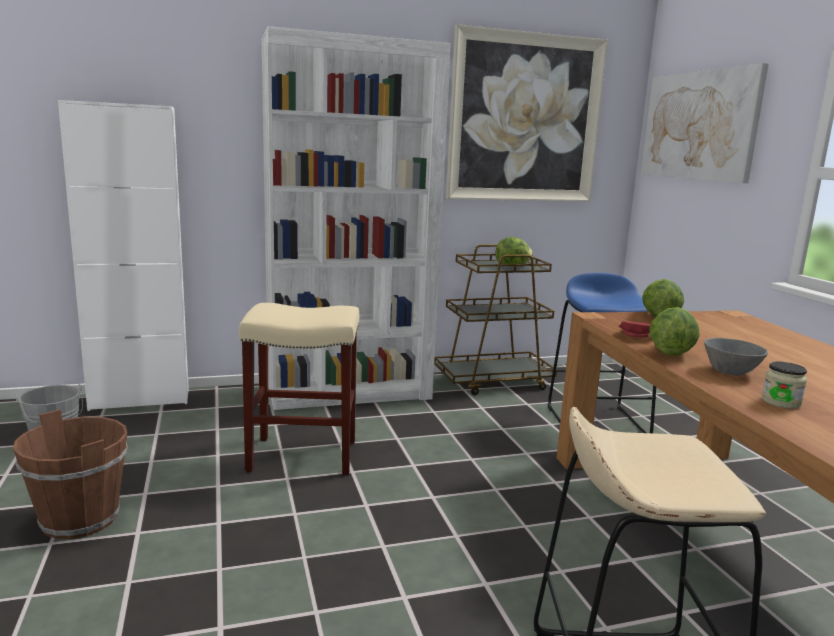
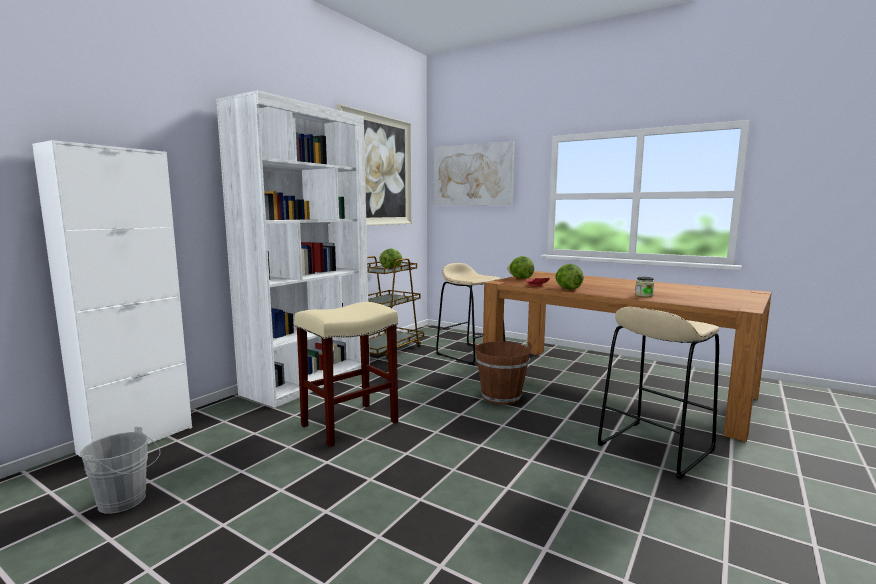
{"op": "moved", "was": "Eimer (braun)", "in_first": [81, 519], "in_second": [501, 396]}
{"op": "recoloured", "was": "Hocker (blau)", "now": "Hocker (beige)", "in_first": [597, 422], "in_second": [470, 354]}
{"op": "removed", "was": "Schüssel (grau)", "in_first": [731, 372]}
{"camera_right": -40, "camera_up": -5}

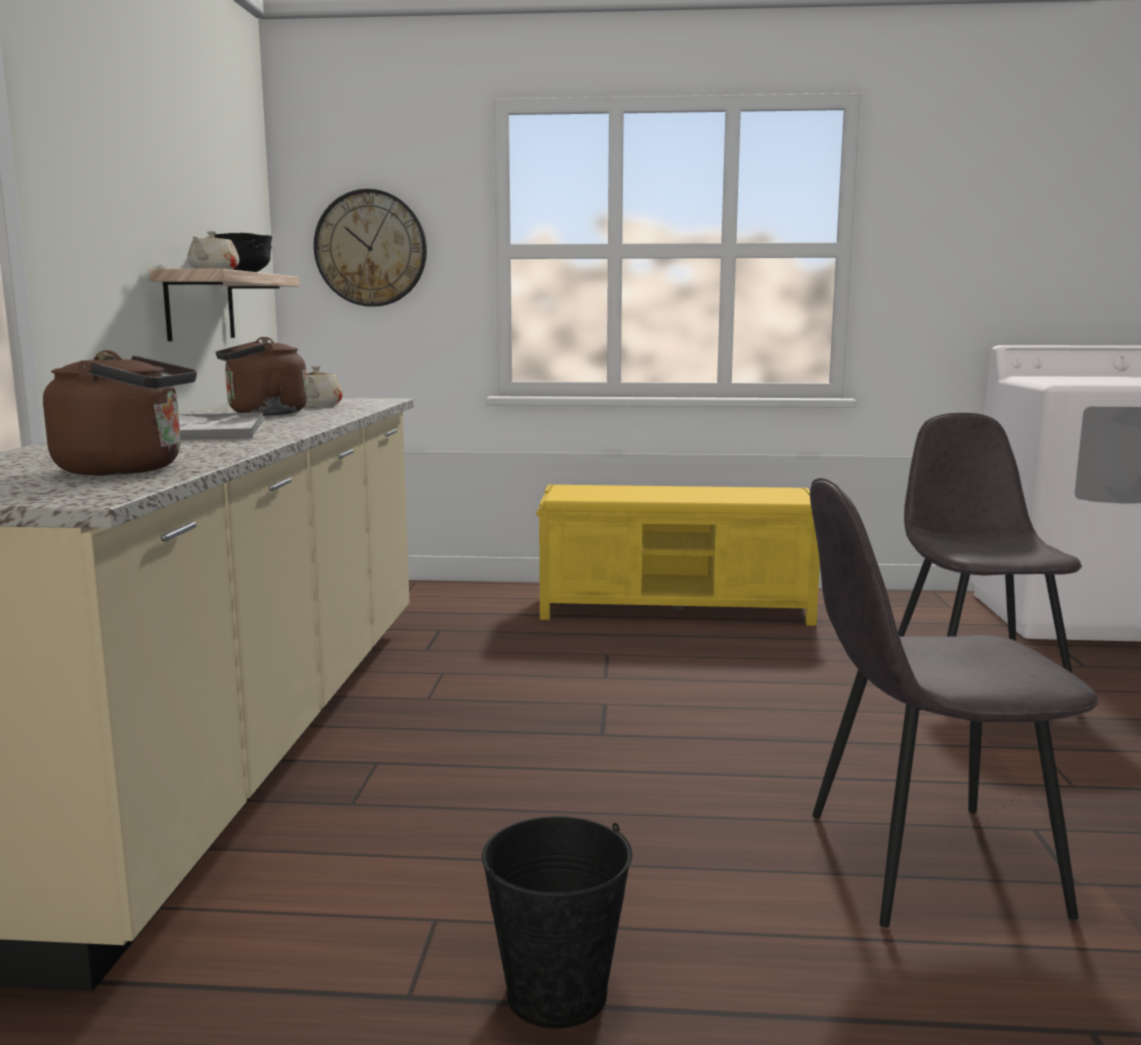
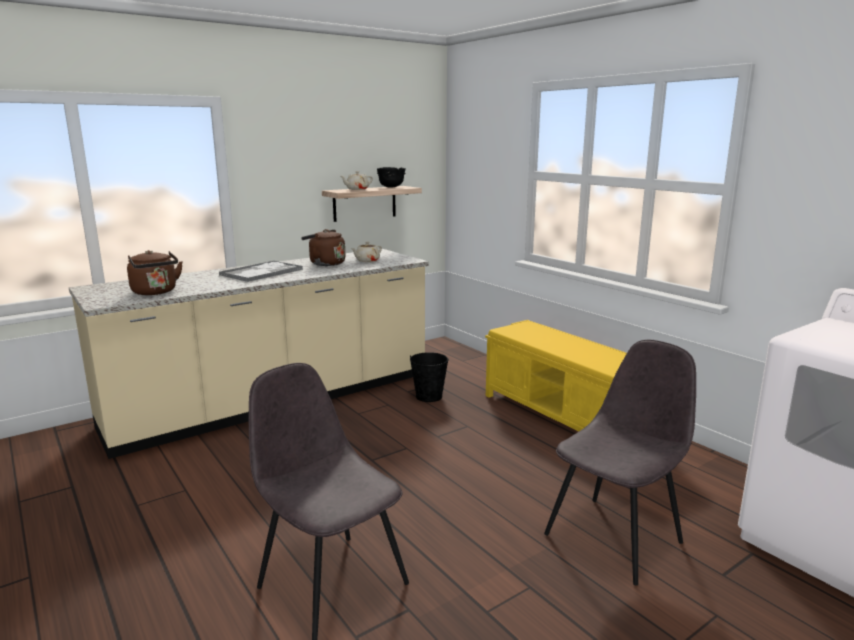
{"op": "removed", "was": "Wanduhr", "in_first": [371, 248]}
{"op": "moved", "was": "Eimer (schwarz)", "in_first": [556, 993], "in_second": [429, 396]}
{"camera_right": 50, "camera_up": 5}

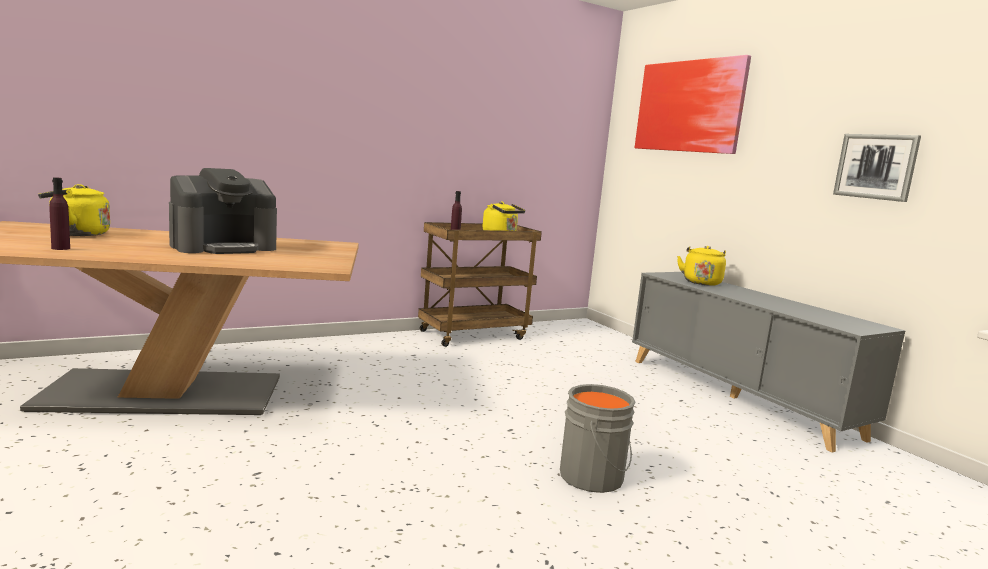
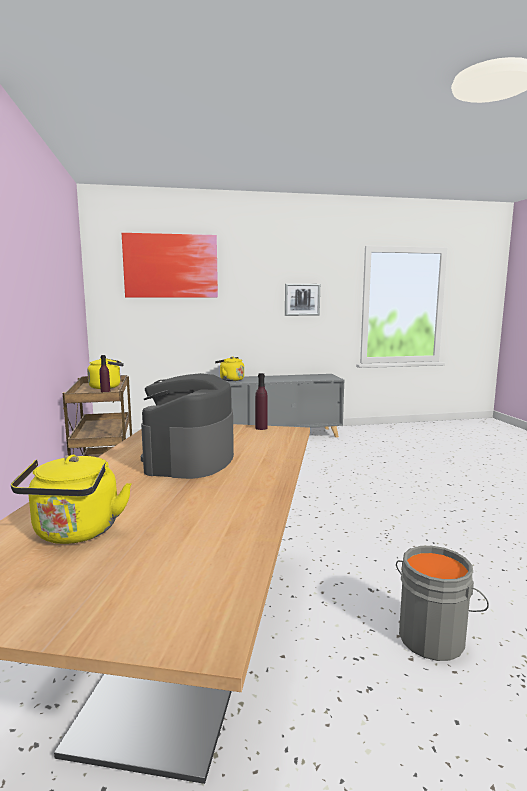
{"op": "moved", "was": "Flasche (lila)", "in_first": [60, 248], "in_second": [261, 428]}
{"op": "turned", "was": "Kaffeemaschine", "in_first": [224, 247], "in_second": [189, 459], "clockwise": -150}
{"op": "moved", "was": "Eimer (grau)", "in_first": [594, 477], "in_second": [433, 637]}
{"camera_right": -70, "camera_up": 0}

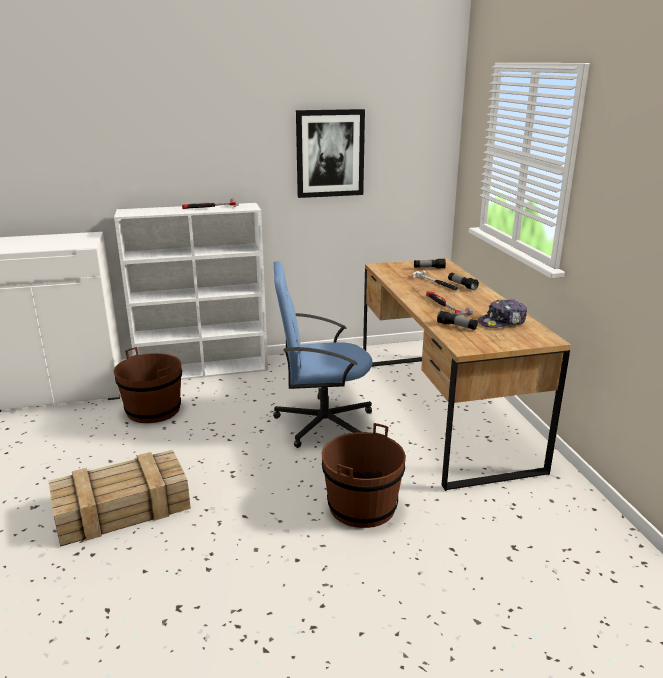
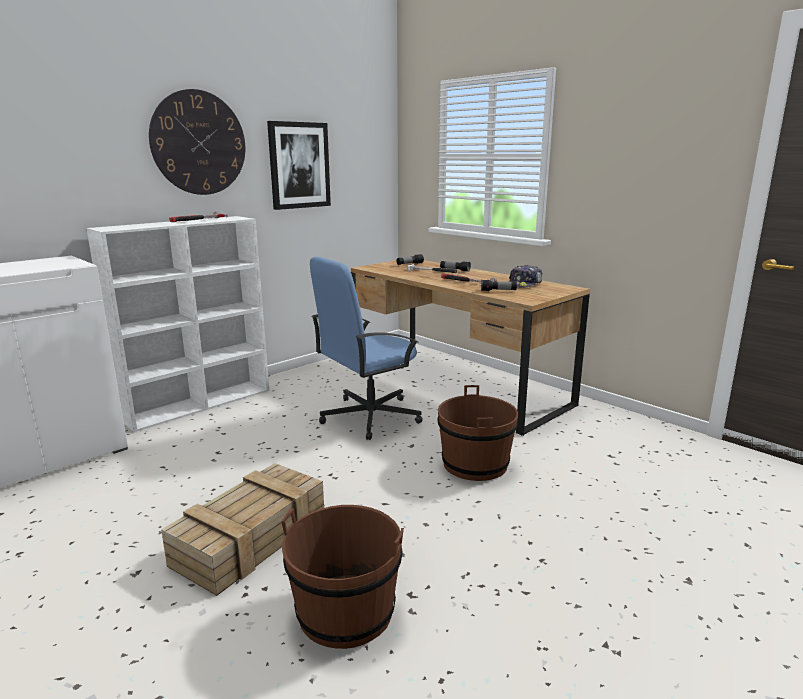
{"op": "moved", "was": "Eimer (braun)", "in_first": [153, 410], "in_second": [345, 612]}
{"op": "added", "now": "Wanduhr", "in_second": [199, 143]}
{"camera_right": -30, "camera_up": -5}

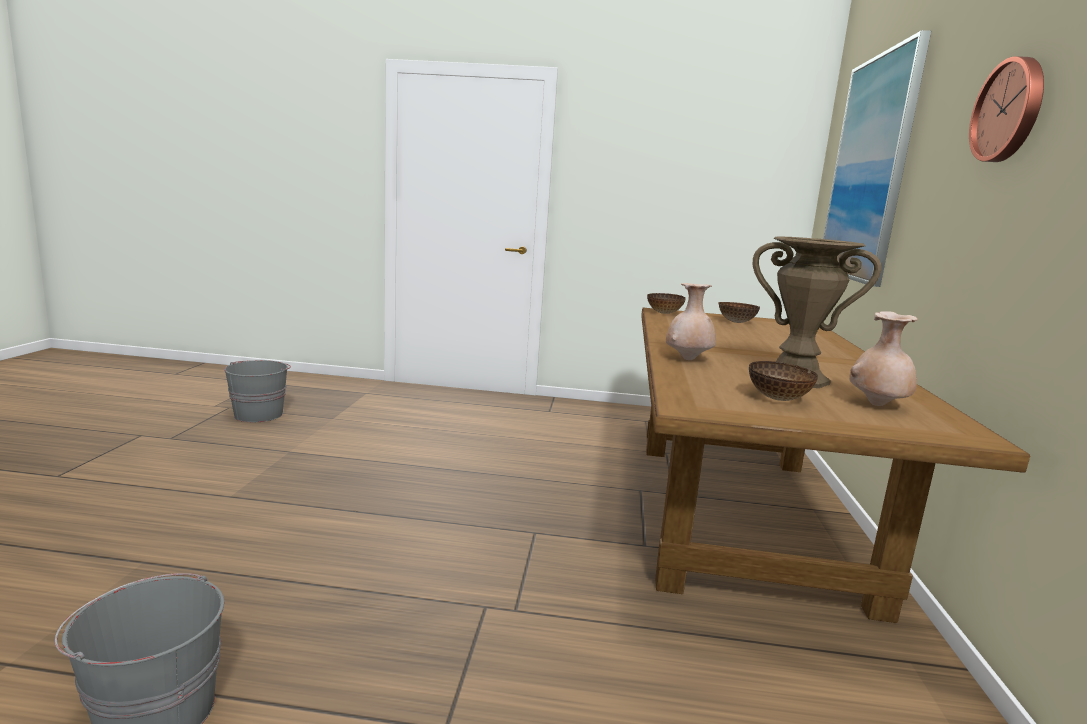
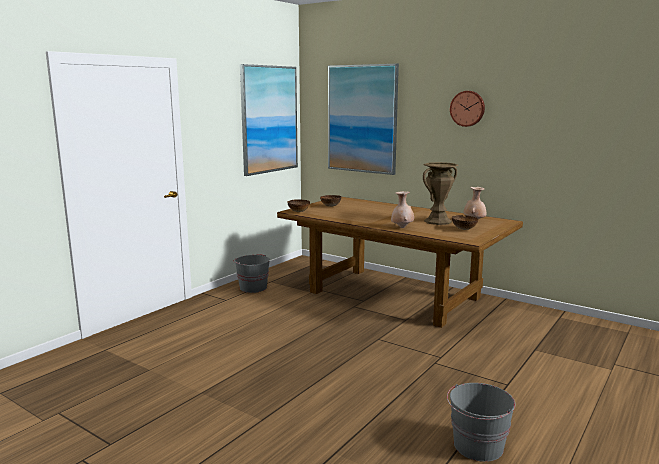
{"op": "moved", "was": "Eimer (grau)", "in_first": [259, 414], "in_second": [252, 287]}
{"op": "added", "now": "Bild", "in_second": [269, 119]}
{"camera_right": -60, "camera_up": 0}

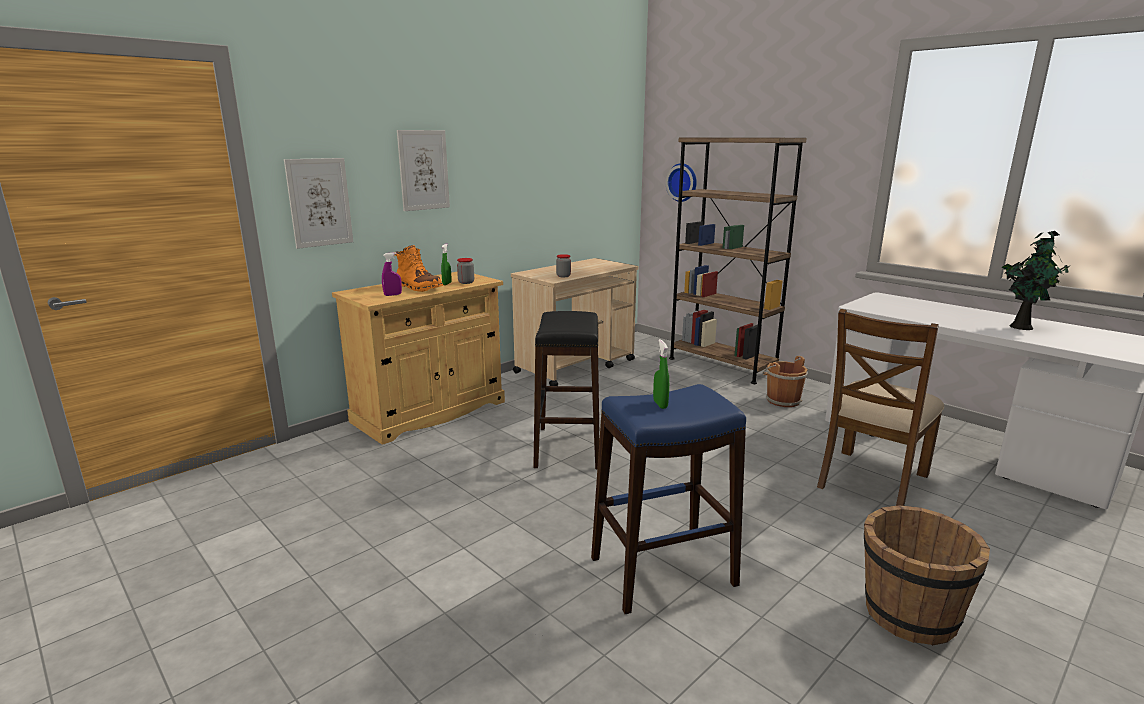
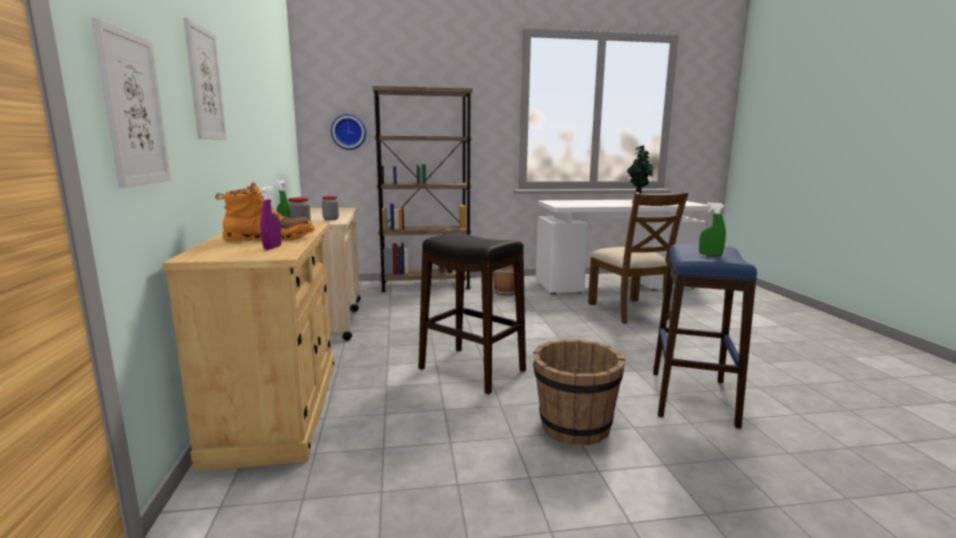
{"op": "moved", "was": "Eimer (braun)", "in_first": [908, 614], "in_second": [574, 427]}
{"camera_right": -55, "camera_up": -5}

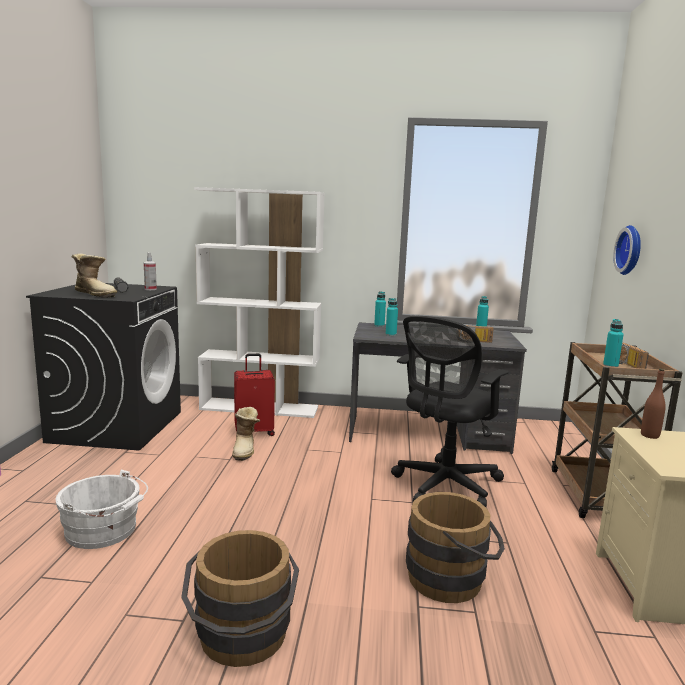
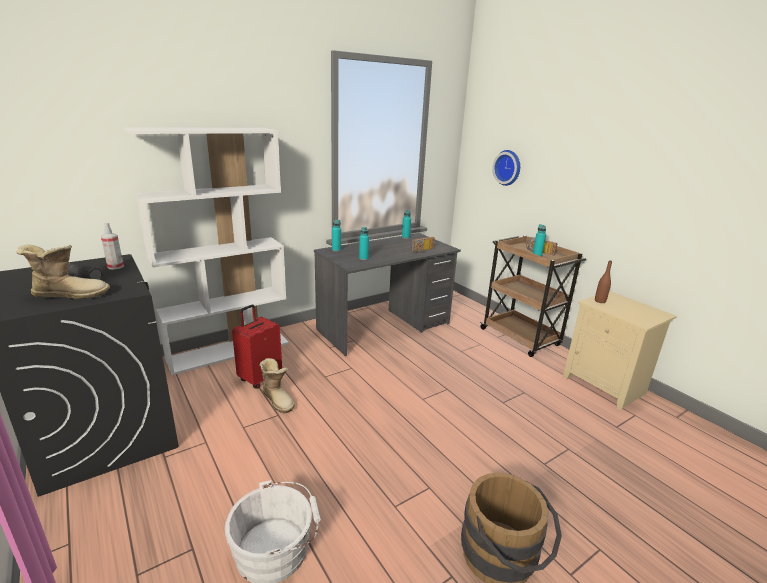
{"op": "removed", "was": "Bürostuhl (schwarz)", "in_first": [444, 486]}
{"op": "removed", "was": "Eimer (braun)", "in_first": [452, 579]}
{"camera_right": -40, "camera_up": 10}

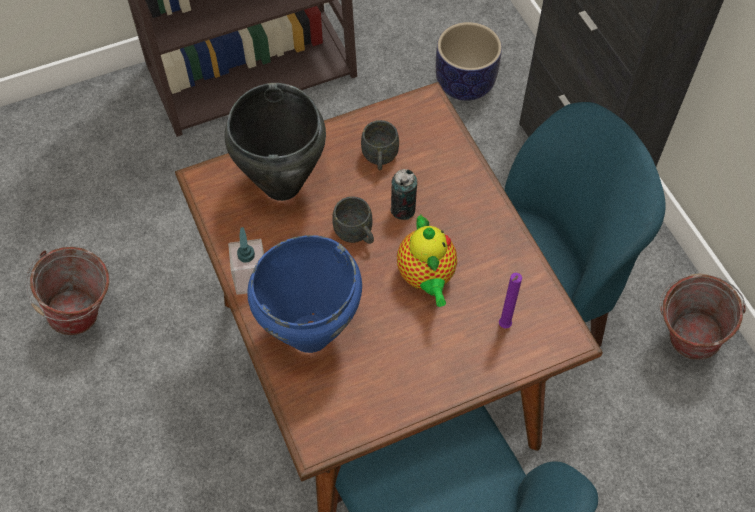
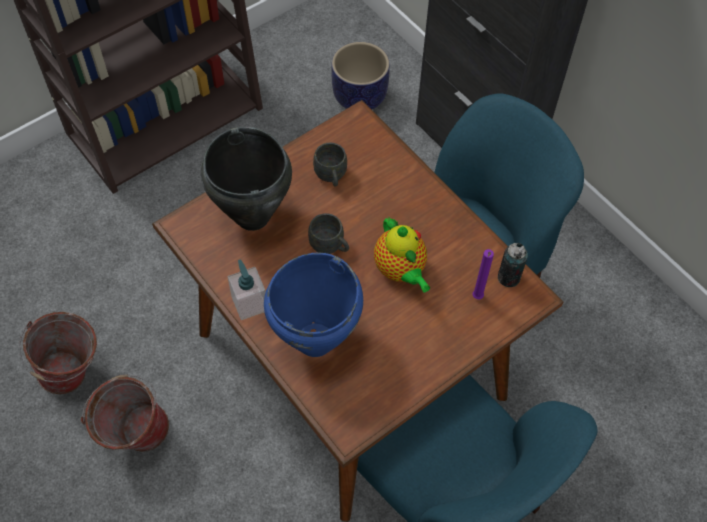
{"op": "moved", "was": "Dose", "in_first": [403, 210], "in_second": [508, 277]}
{"op": "moved", "was": "Eimer", "in_first": [682, 342], "in_second": [134, 436]}
{"camera_right": -15, "camera_up": 0}

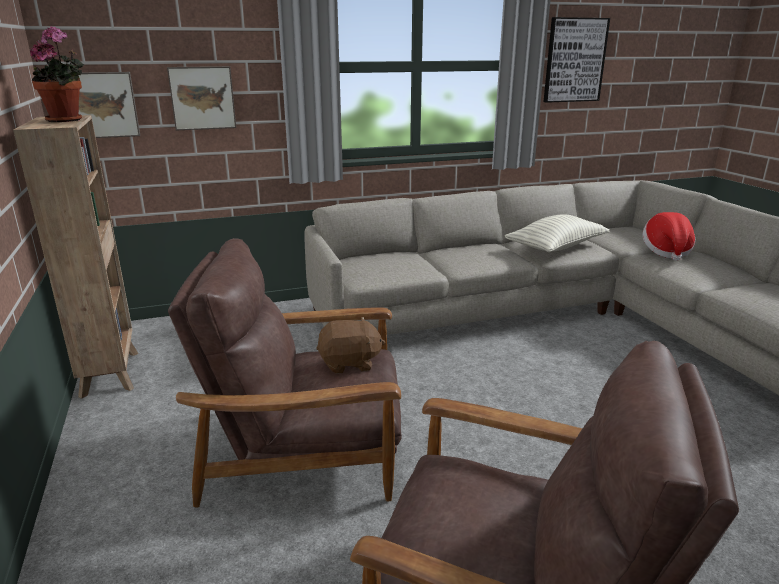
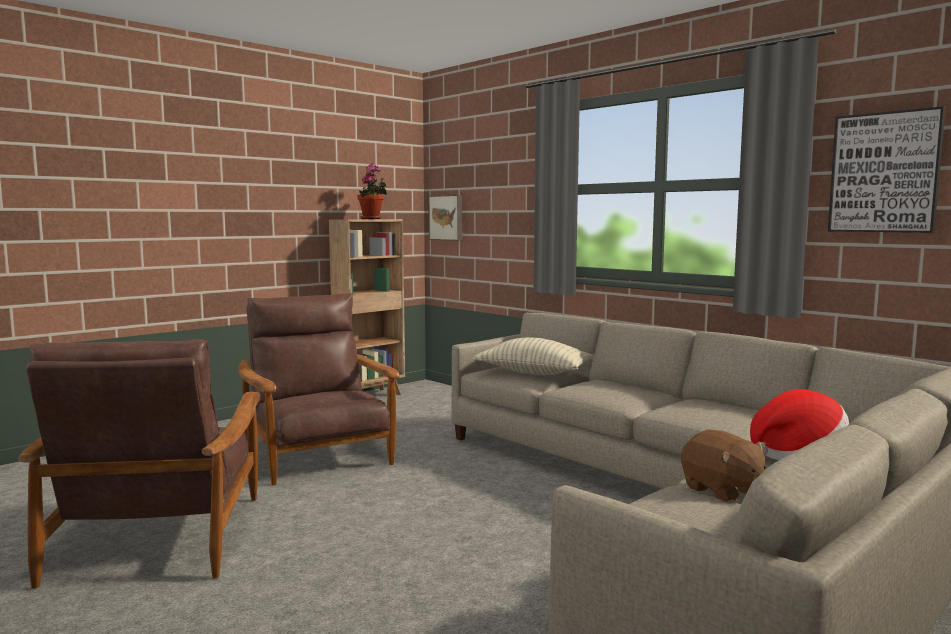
{"op": "removed", "was": "Bild", "in_first": [202, 98]}
{"op": "moved", "was": "Plüschtier (braun)", "in_first": [349, 363], "in_second": [722, 490]}
{"op": "moved", "was": "Kissen", "in_first": [556, 247], "in_second": [534, 373]}
{"camera_right": 65, "camera_up": -15}

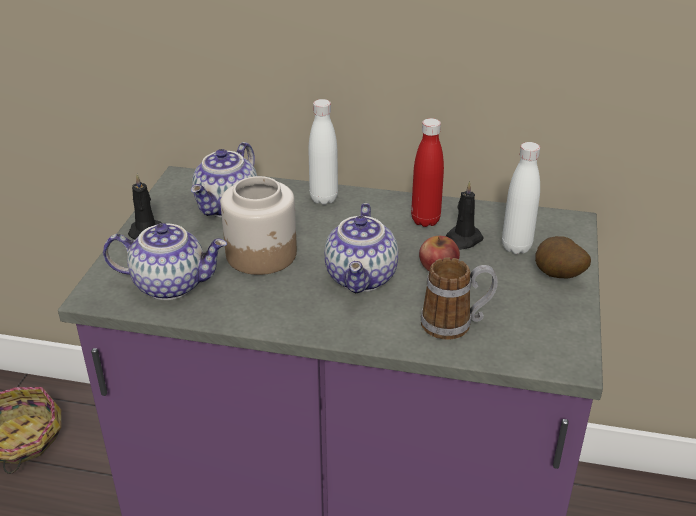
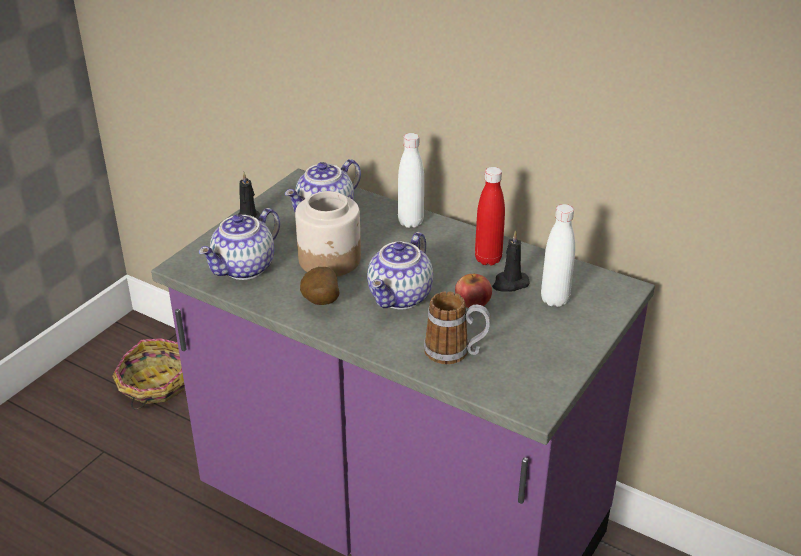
{"op": "turned", "was": "Teekanne", "in_first": [171, 284], "in_second": [245, 269], "clockwise": 105}
{"op": "moved", "was": "Kartoffel", "in_first": [557, 277], "in_second": [320, 303]}
{"camera_right": 20, "camera_up": 0}

